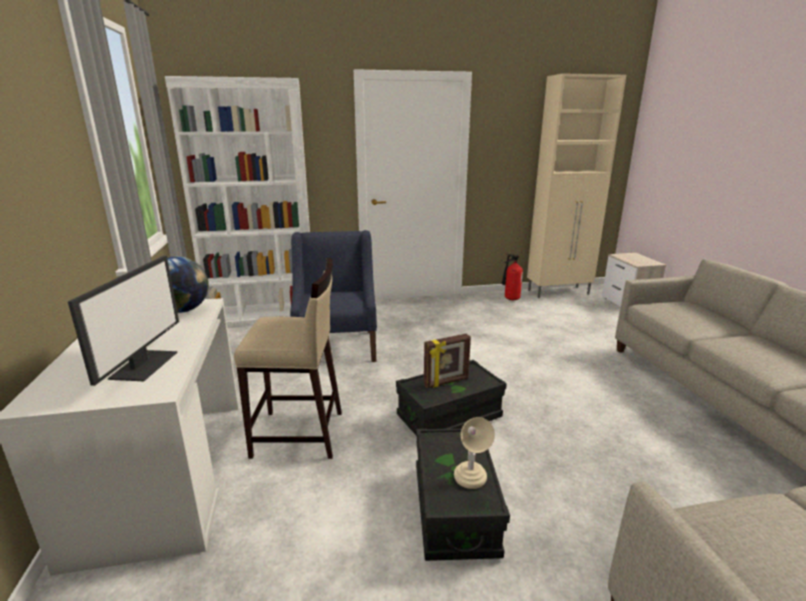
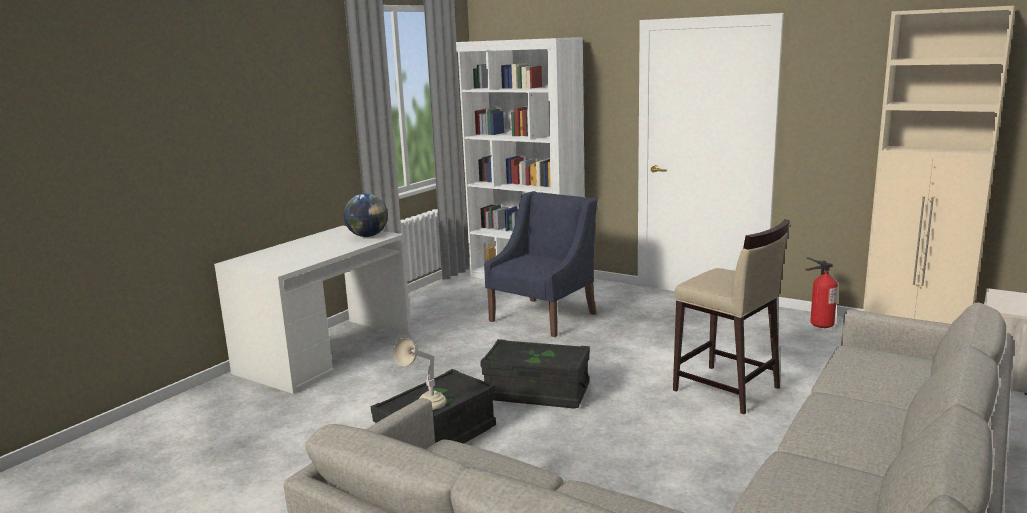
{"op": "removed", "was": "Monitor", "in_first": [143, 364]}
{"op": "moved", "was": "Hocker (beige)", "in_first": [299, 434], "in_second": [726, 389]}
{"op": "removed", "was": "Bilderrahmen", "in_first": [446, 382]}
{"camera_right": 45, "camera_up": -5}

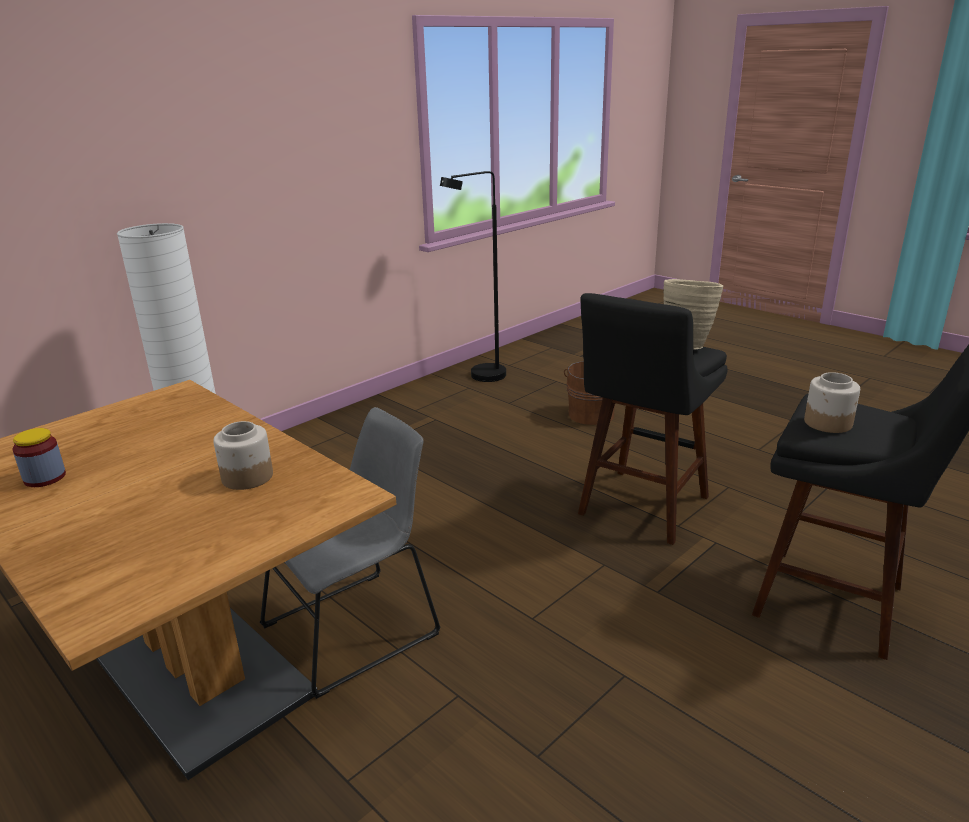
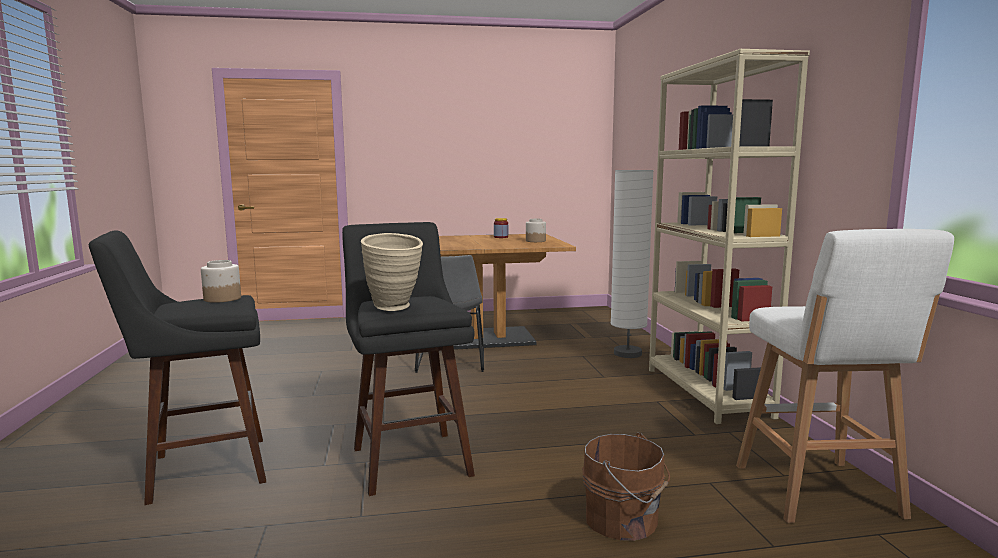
{"op": "moved", "was": "Vorratsglas", "in_first": [246, 477], "in_second": [535, 241]}
{"op": "replaced", "was": "Stehlampe (schwarz)", "now": "Hocker (weiß)", "in_first": [481, 378], "in_second": [819, 493]}
{"op": "added", "now": "Bücherregal (beige)", "in_second": [707, 392]}
{"camera_right": 125, "camera_up": -15}

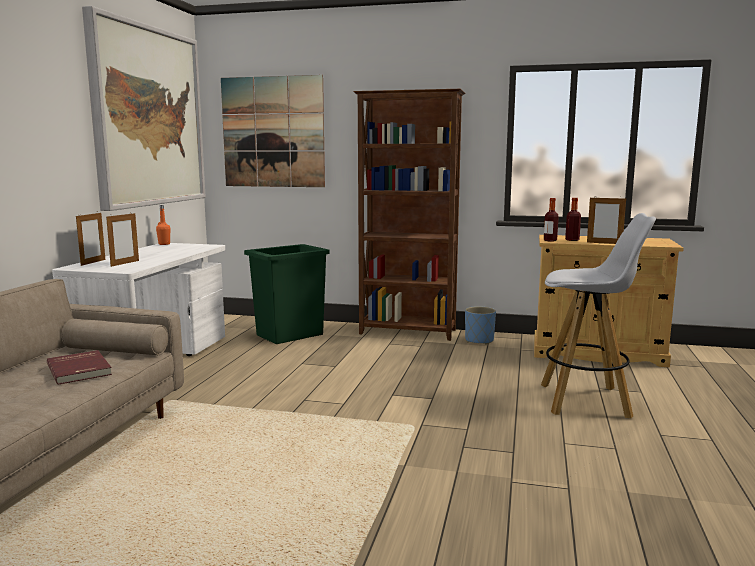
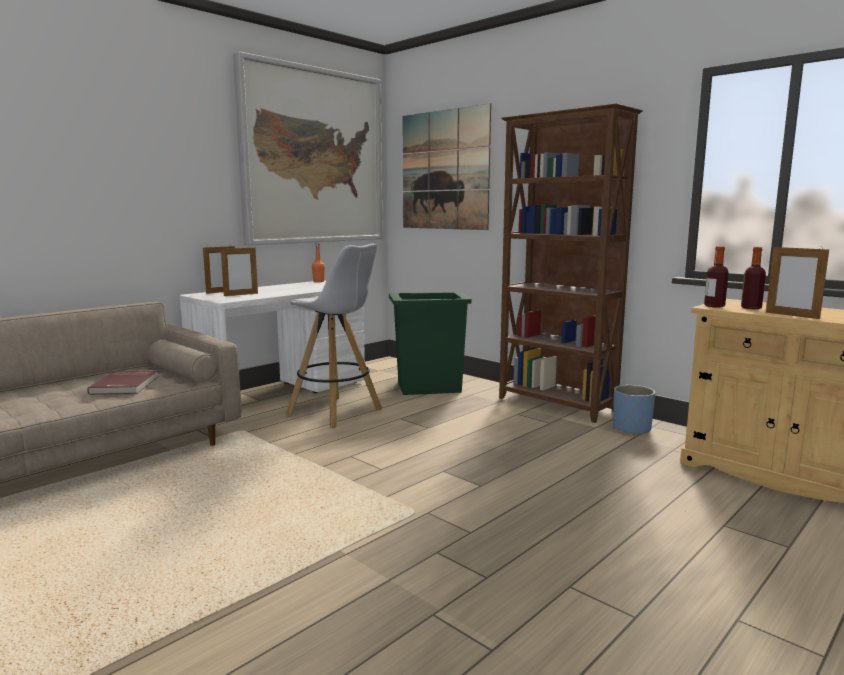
{"op": "moved", "was": "Hocker (weiß)", "in_first": [586, 401], "in_second": [336, 412]}
{"camera_right": 30, "camera_up": 0}

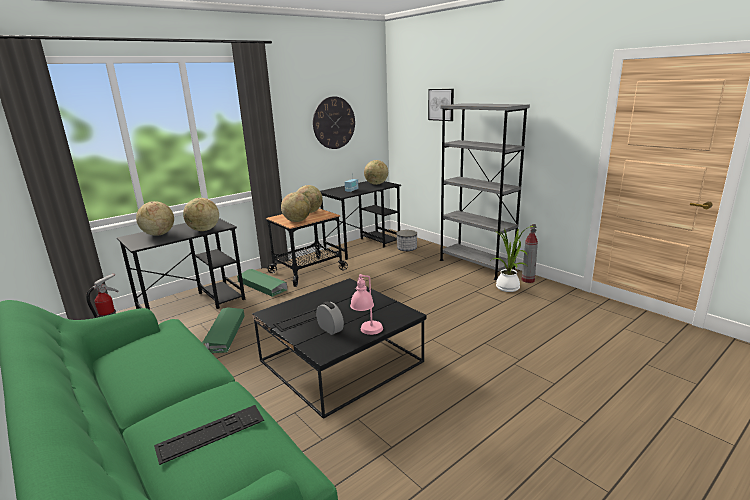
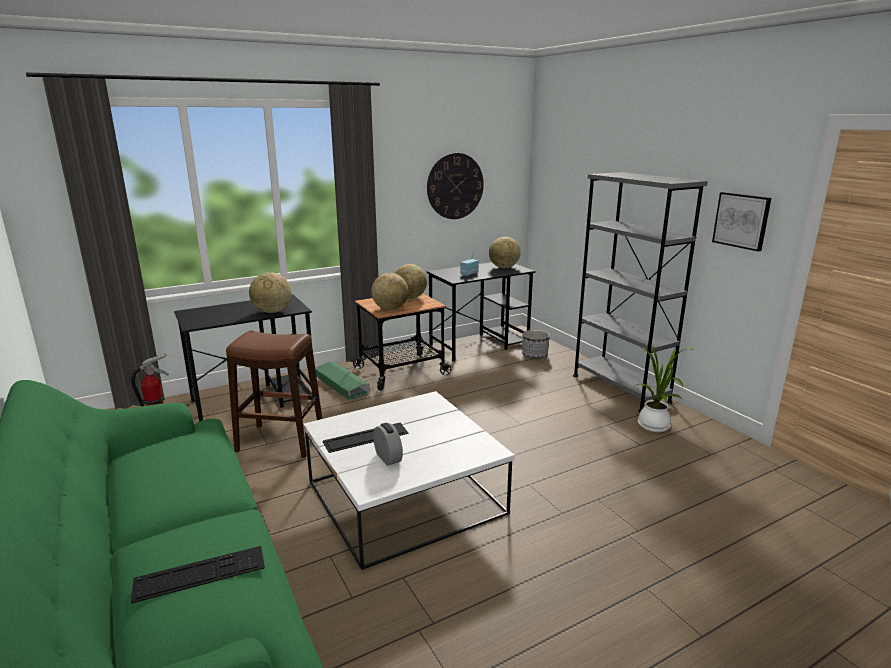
{"op": "removed", "was": "Globus", "in_first": [158, 234]}
{"op": "replaced", "was": "Aufbewahrungsbox (grün)", "now": "Hocker (braun)", "in_first": [225, 334], "in_second": [280, 441]}
{"op": "recoloured", "was": "Couchtisch (schwarz)", "now": "Couchtisch (weiß)", "in_first": [339, 361], "in_second": [403, 497]}
{"op": "removed", "was": "Tischlampe (rosa)", "in_first": [368, 333]}
{"op": "moved", "was": "Bild", "in_first": [441, 104], "in_second": [741, 220]}
{"op": "removed", "was": "Feuerlöscher", "in_first": [528, 280]}
{"camera_right": 10, "camera_up": 0}

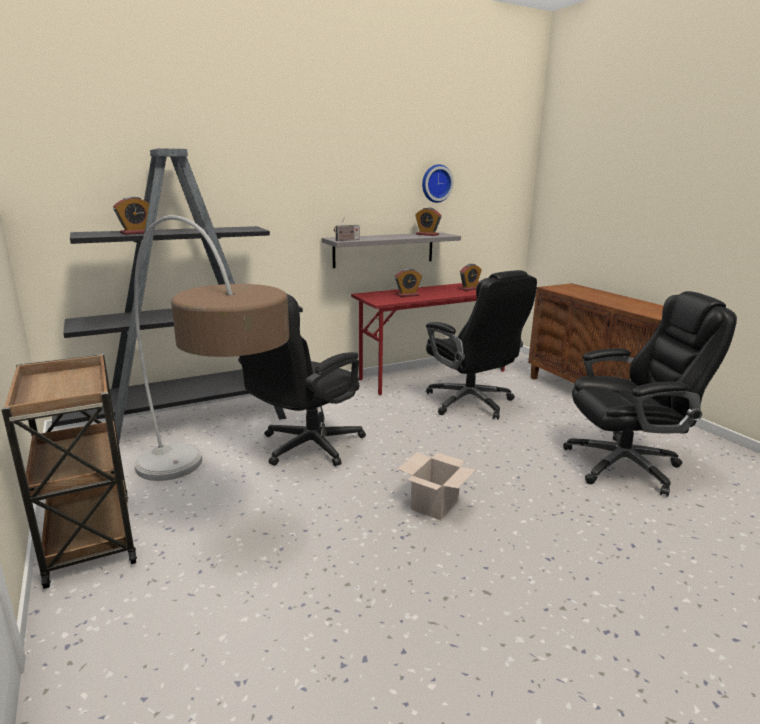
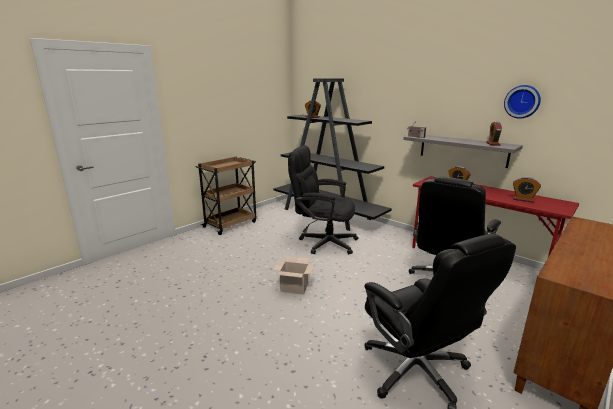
{"op": "removed", "was": "Stehlampe", "in_first": [212, 500]}
{"camera_right": 70, "camera_up": 0}

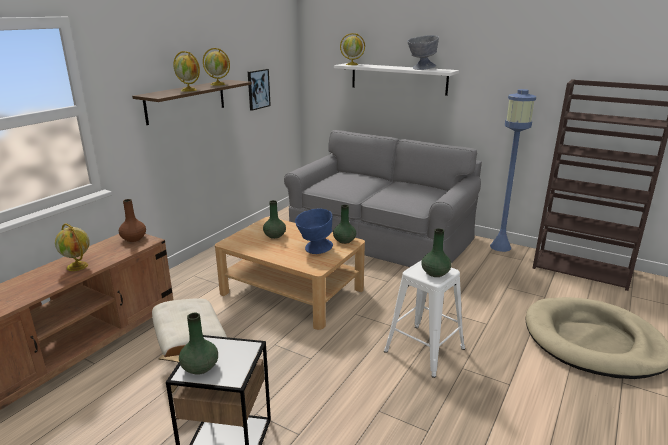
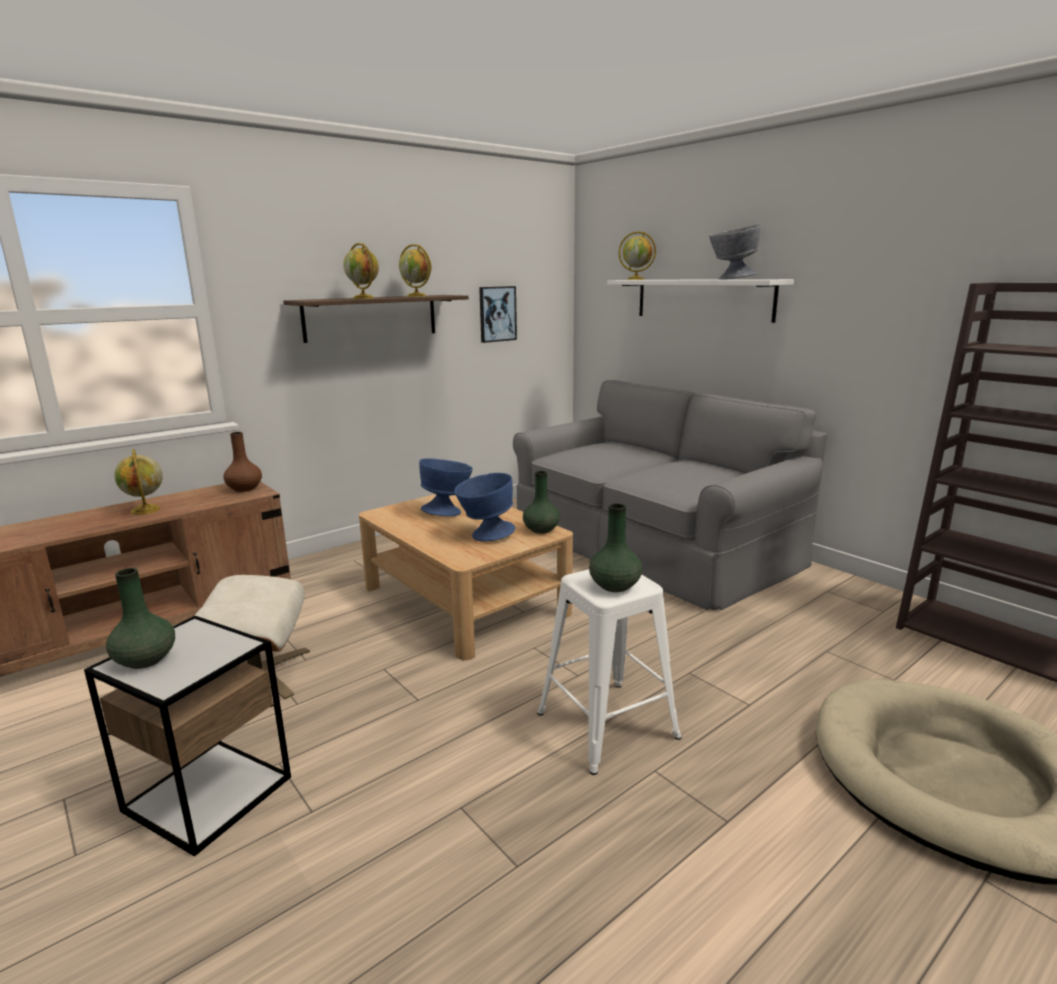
{"op": "replaced", "was": "Vase (grün)", "now": "Schüssel (blau)", "in_first": [275, 236], "in_second": [448, 512]}
{"op": "removed", "was": "Stehlampe (blau)", "in_first": [500, 247]}
{"camera_right": 20, "camera_up": -5}

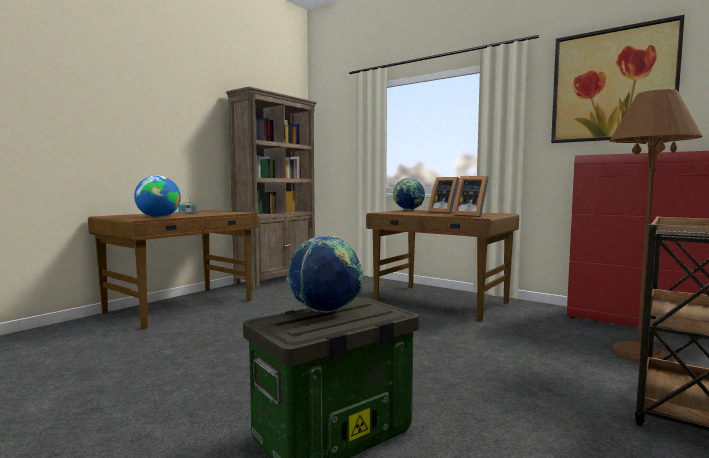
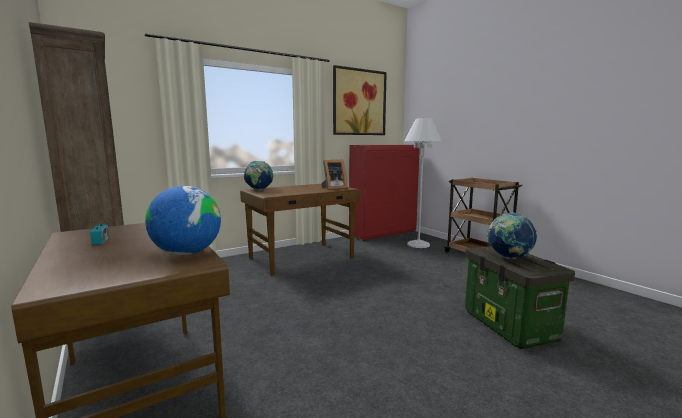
{"op": "removed", "was": "Bilderrahmen", "in_first": [444, 212]}
{"op": "recoloured", "was": "Stehlampe (braun)", "now": "Stehlampe (weiß)", "in_first": [638, 353], "in_second": [418, 244]}
{"camera_right": -70, "camera_up": 5}

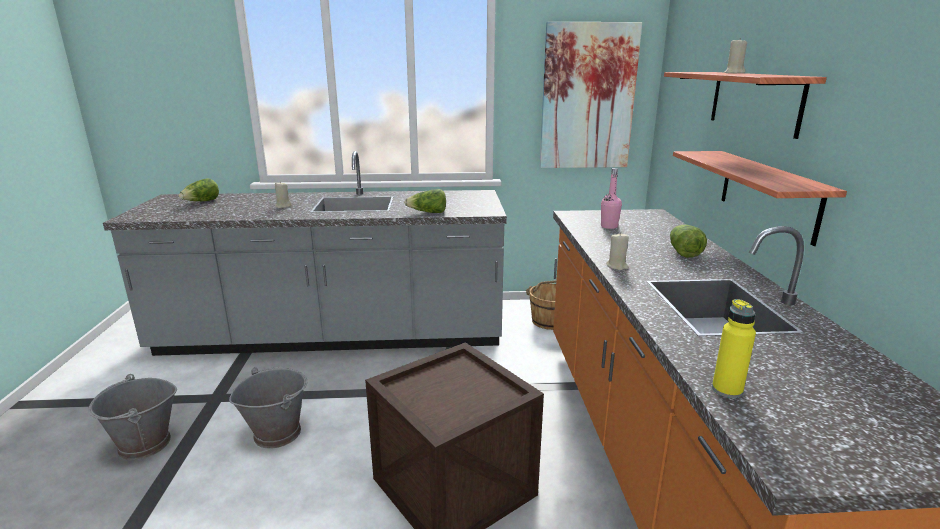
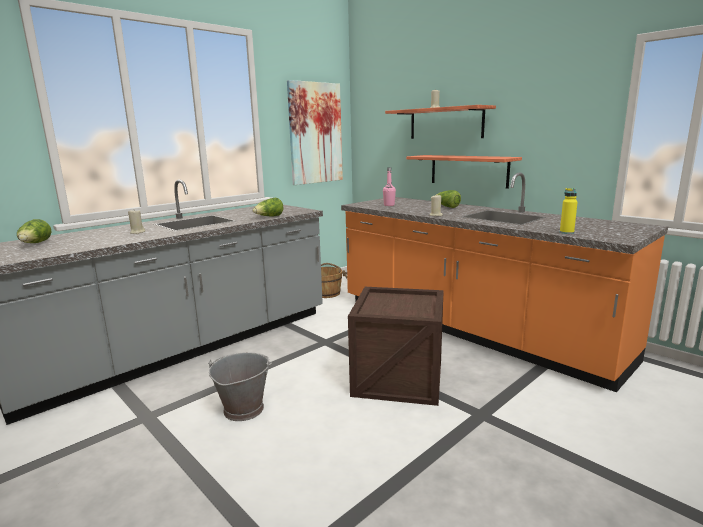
{"op": "removed", "was": "Eimer (grau)", "in_first": [144, 445]}
{"camera_right": -40, "camera_up": -5}

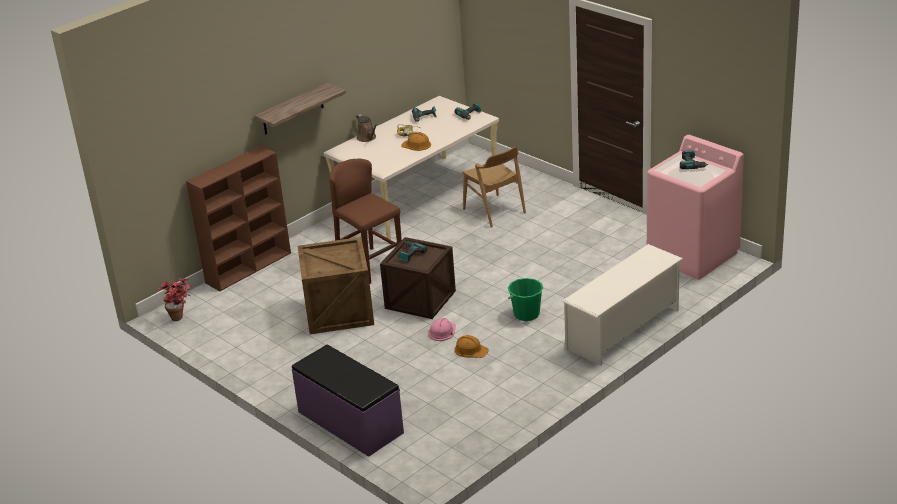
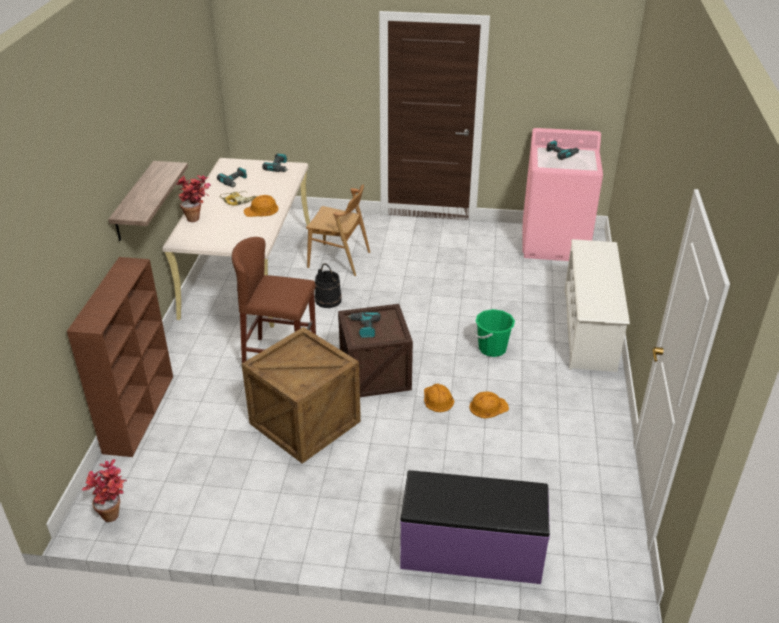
{"op": "replaced", "was": "Gießkanne (braun)", "now": "Topfpflanze", "in_first": [367, 138], "in_second": [198, 218]}
{"op": "recoloured", "was": "Schutzhelm (rosa)", "now": "Schutzhelm (orange)", "in_first": [442, 331], "in_second": [437, 399]}
{"op": "added", "now": "Eimer (schwarz)", "in_second": [328, 300]}
{"camera_right": -40, "camera_up": 5}

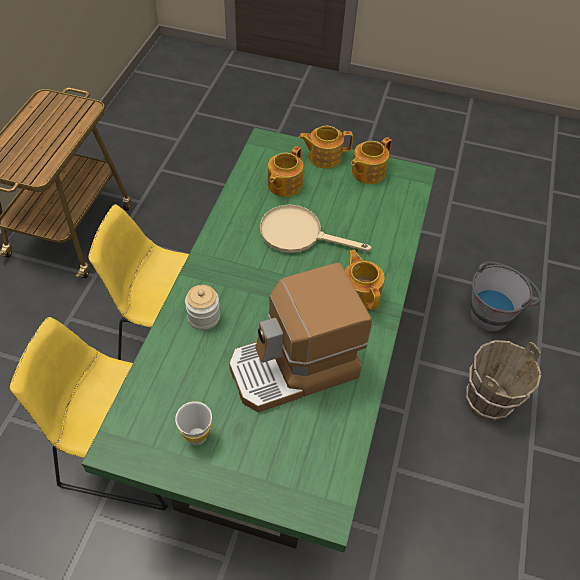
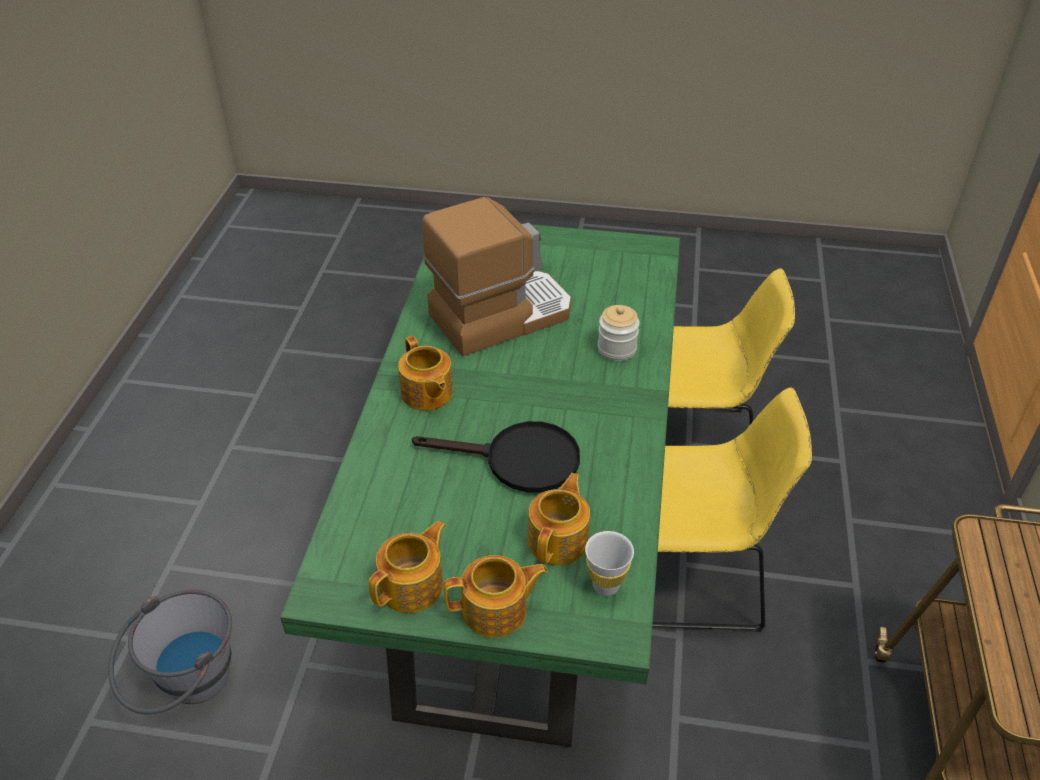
{"op": "moved", "was": "Tasse (weiß)", "in_first": [197, 436], "in_second": [606, 586]}
{"op": "recoloured", "was": "Pfanne (beige)", "now": "Pfanne (schwarz)", "in_first": [299, 234], "in_second": [519, 460]}
{"op": "removed", "was": "Eimer (braun)", "in_first": [487, 401]}
{"camera_right": 175, "camera_up": -10}

